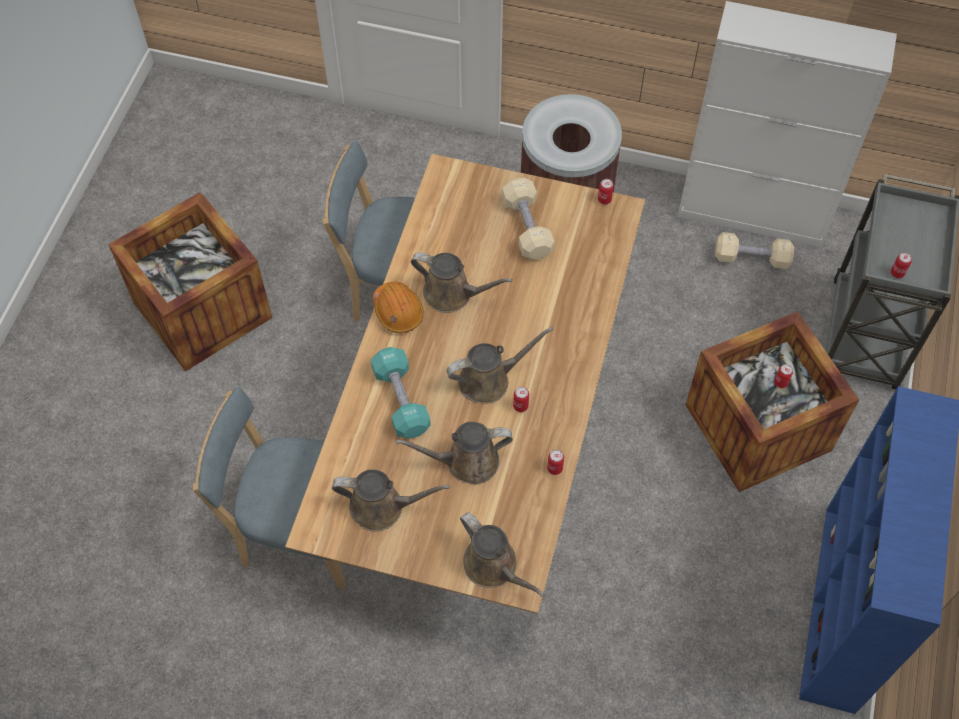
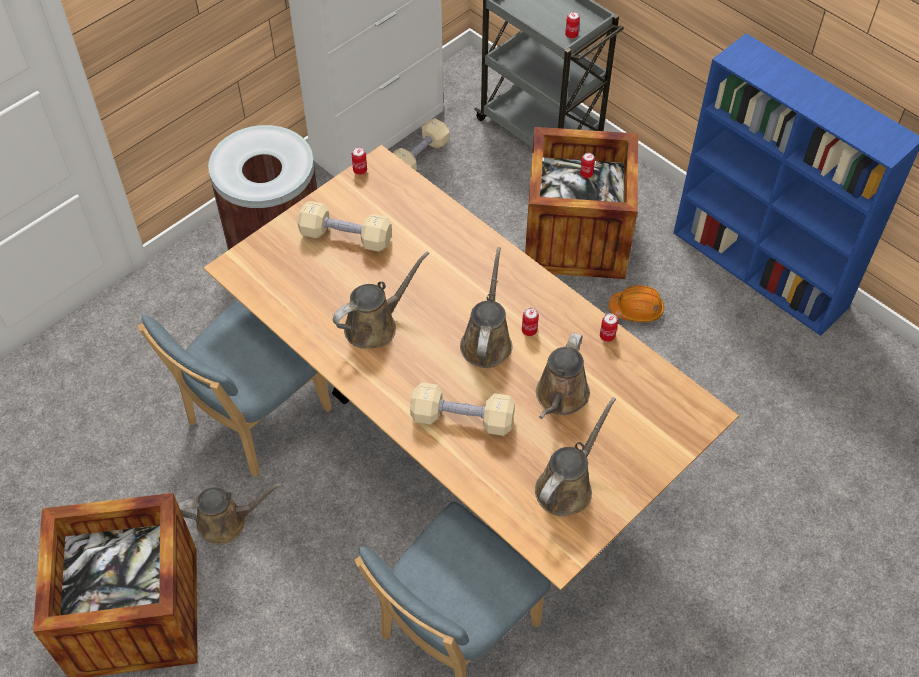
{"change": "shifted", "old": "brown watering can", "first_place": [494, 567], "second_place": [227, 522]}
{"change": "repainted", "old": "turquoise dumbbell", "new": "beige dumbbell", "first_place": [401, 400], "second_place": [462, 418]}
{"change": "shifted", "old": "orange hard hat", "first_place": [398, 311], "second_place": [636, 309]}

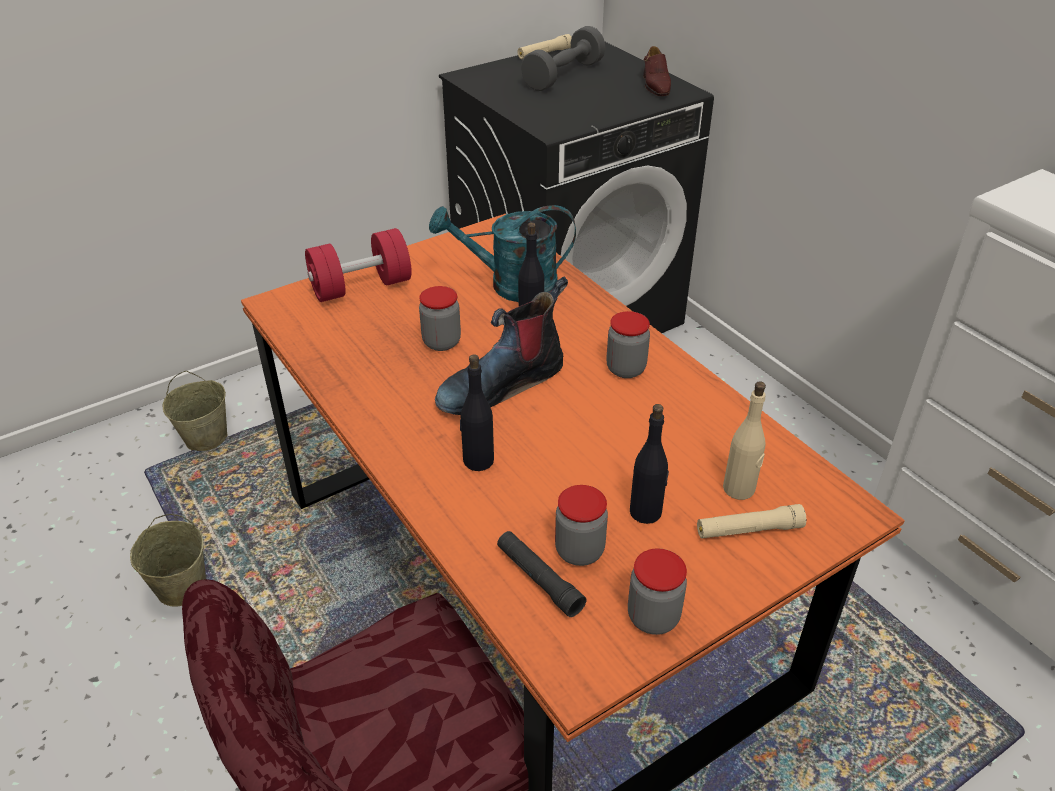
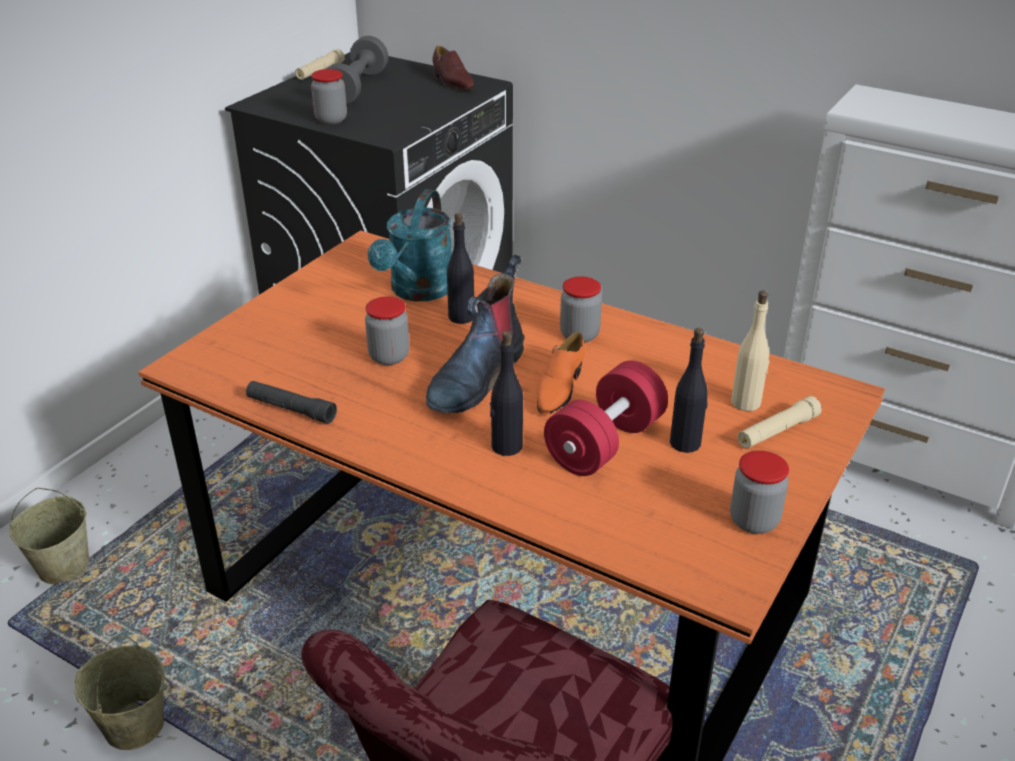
{"change": "shifted", "old": "black flashlight", "first_place": [539, 579], "second_place": [291, 409]}
{"change": "shifted", "old": "jar", "first_place": [579, 551], "second_place": [331, 120]}
{"change": "rotated", "old": "turquoise watering can", "first_place": [511, 285], "second_place": [418, 291], "degrees": -45}
{"change": "new", "new": "orange shoe", "second_place": [559, 388]}
{"change": "shifted", "old": "red dumbbell", "first_place": [361, 287], "second_place": [605, 443]}

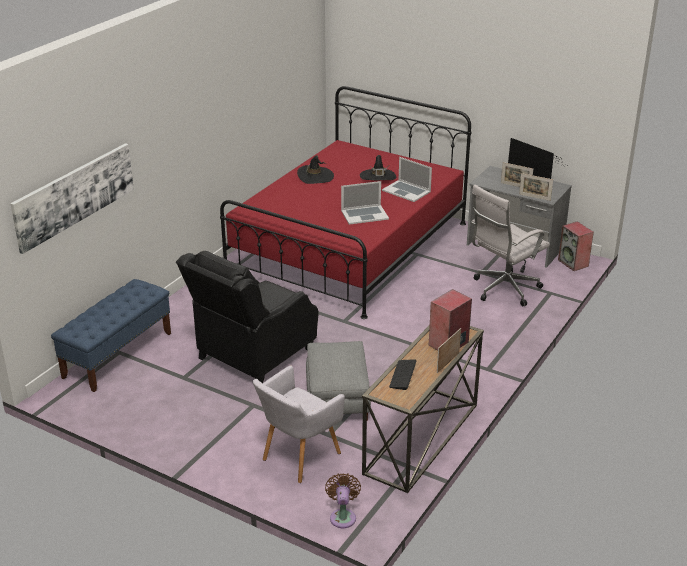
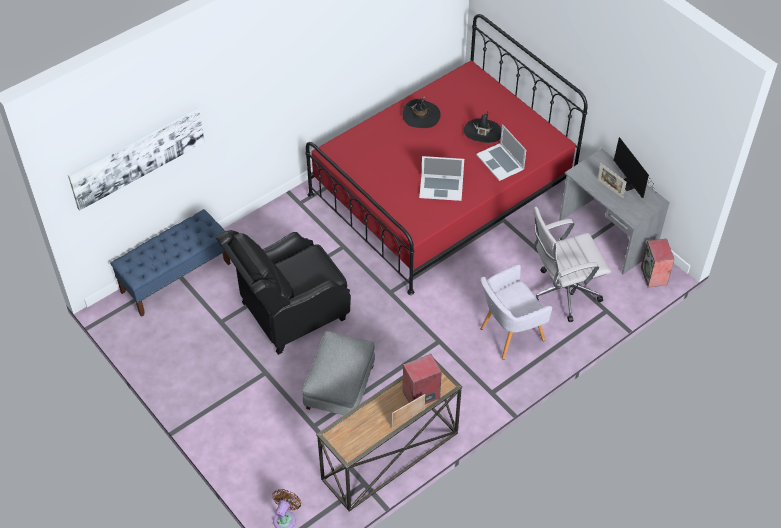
{"change": "shifted", "old": "grey armchair", "first_place": [298, 458], "second_place": [509, 335]}
{"change": "gone", "old": "keyboard", "first_place": [402, 375]}
{"change": "gone", "old": "picture frame", "first_place": [534, 197]}

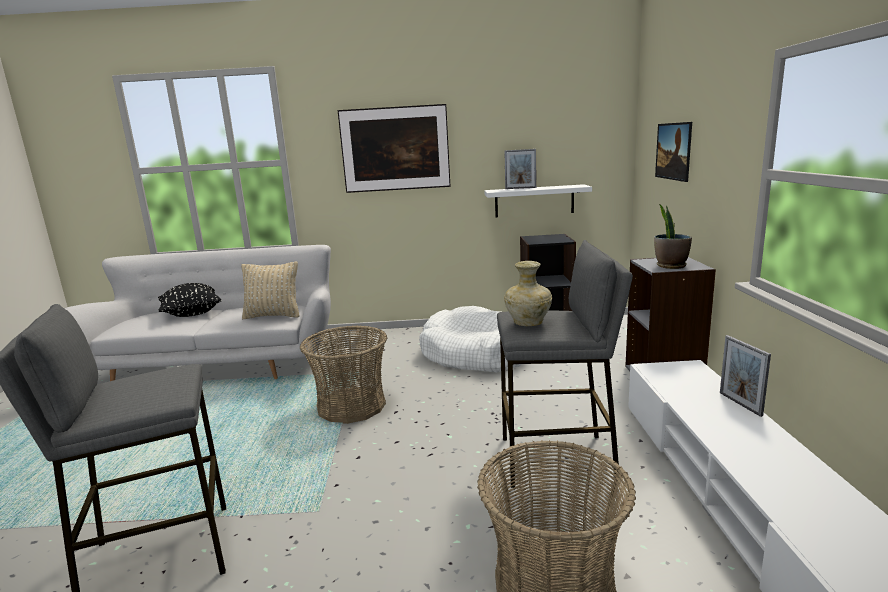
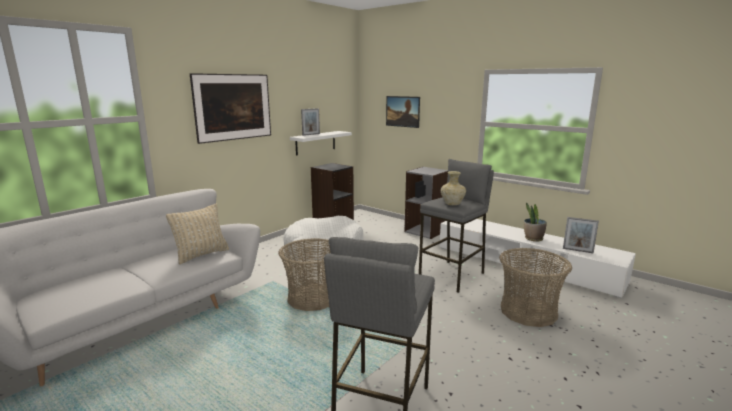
{"change": "shifted", "old": "potted plant", "first_place": [670, 266], "second_place": [533, 239]}
{"change": "shifted", "old": "picture frame", "first_place": [740, 404], "second_place": [577, 250]}
{"change": "gone", "old": "black pillow", "first_place": [192, 313]}

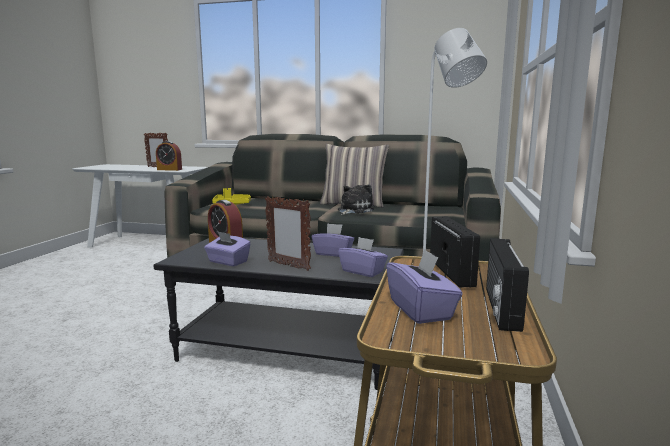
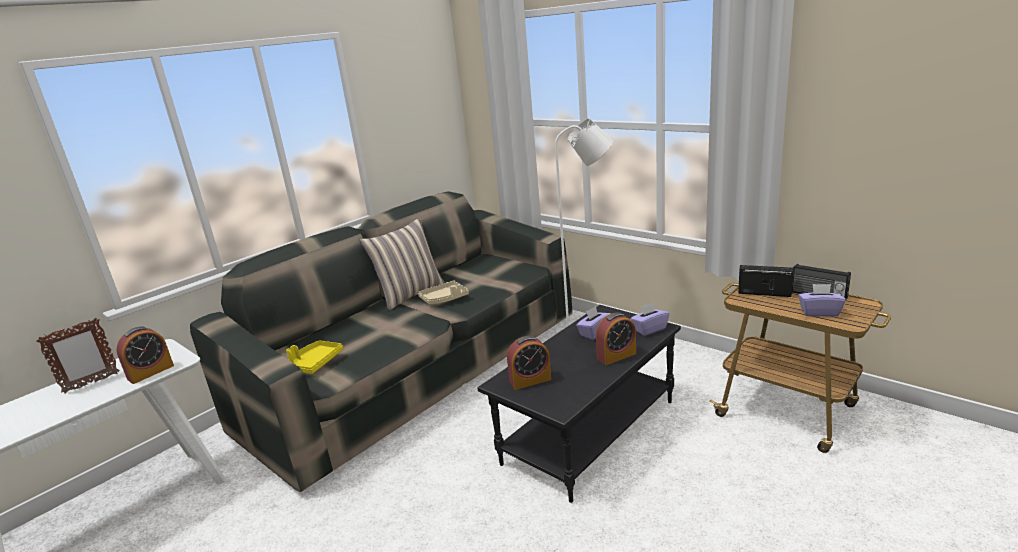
{"change": "swapped", "old": "plush toy", "new": "beige tray", "first_place": [353, 210], "second_place": [444, 299]}
{"change": "swapped", "old": "picture frame", "new": "alarm clock", "first_place": [288, 266], "second_place": [616, 356]}
{"change": "gone", "old": "purple tissue box", "first_place": [228, 262]}

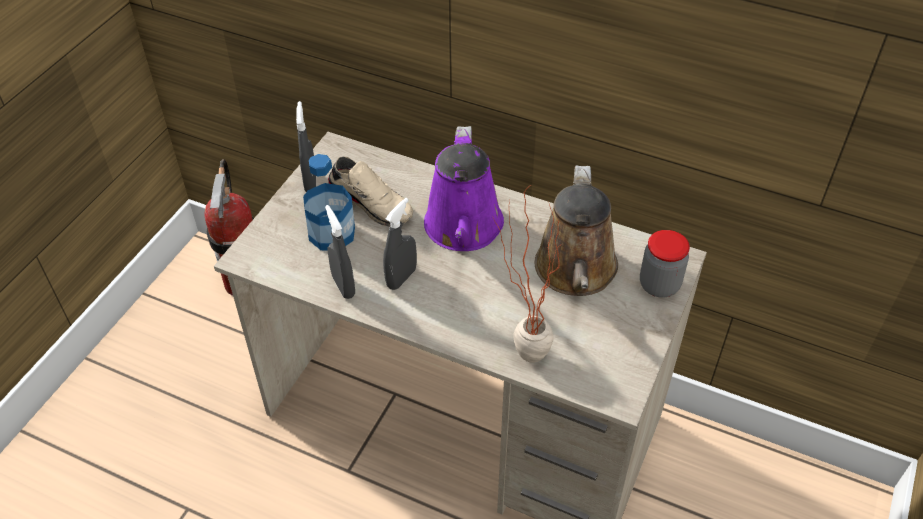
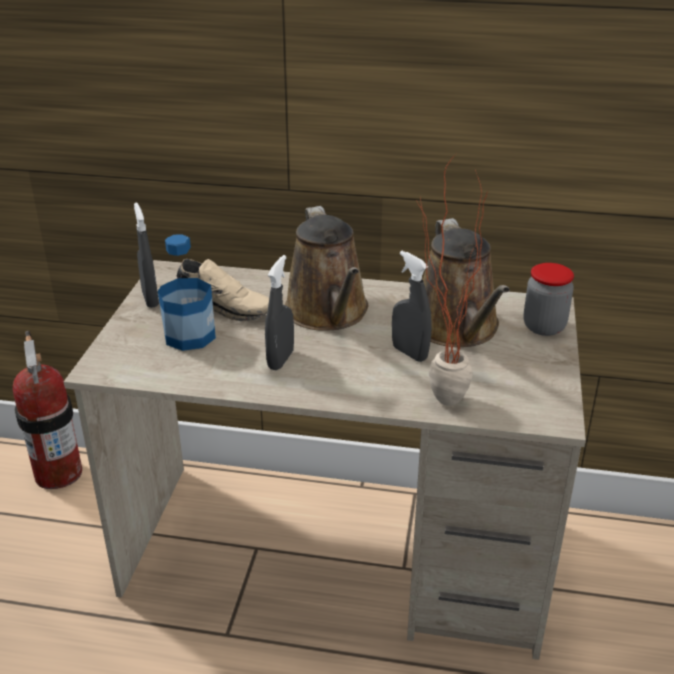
{"change": "repainted", "old": "purple watering can", "new": "brown watering can", "first_place": [463, 229], "second_place": [328, 313]}
{"change": "shifted", "old": "grey spray bottle", "first_place": [343, 286], "second_place": [409, 353]}

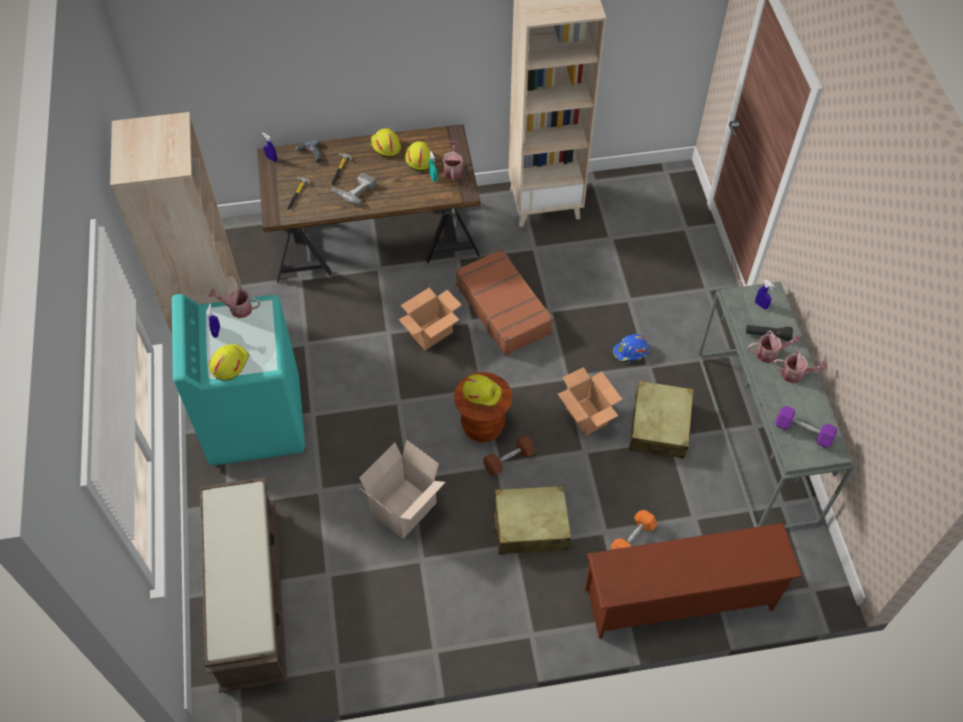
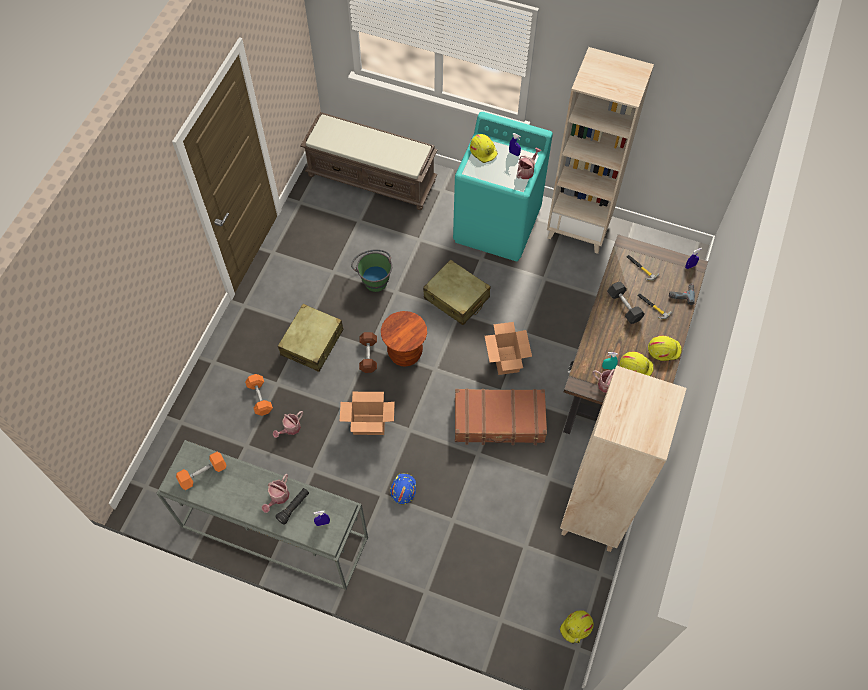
{"change": "repainted", "old": "purple dumbbell", "new": "orange dumbbell", "first_place": [803, 431], "second_place": [203, 473]}
{"change": "shifted", "old": "watering can", "first_place": [795, 374], "second_place": [290, 429]}
{"change": "swapped", "old": "cardboard box", "new": "green bucket", "first_place": [404, 510], "second_place": [373, 278]}
{"change": "shifted", "old": "beige suitcase", "first_place": [659, 426], "second_place": [456, 298]}
{"change": "shifted", "old": "yellow hard hat", "first_place": [482, 392], "second_place": [576, 627]}
{"change": "swapped", "old": "power drill", "new": "grey dumbbell", "first_place": [354, 190], "second_place": [624, 306]}
{"change": "gone", "old": "brown shoe rack", "first_place": [679, 601]}

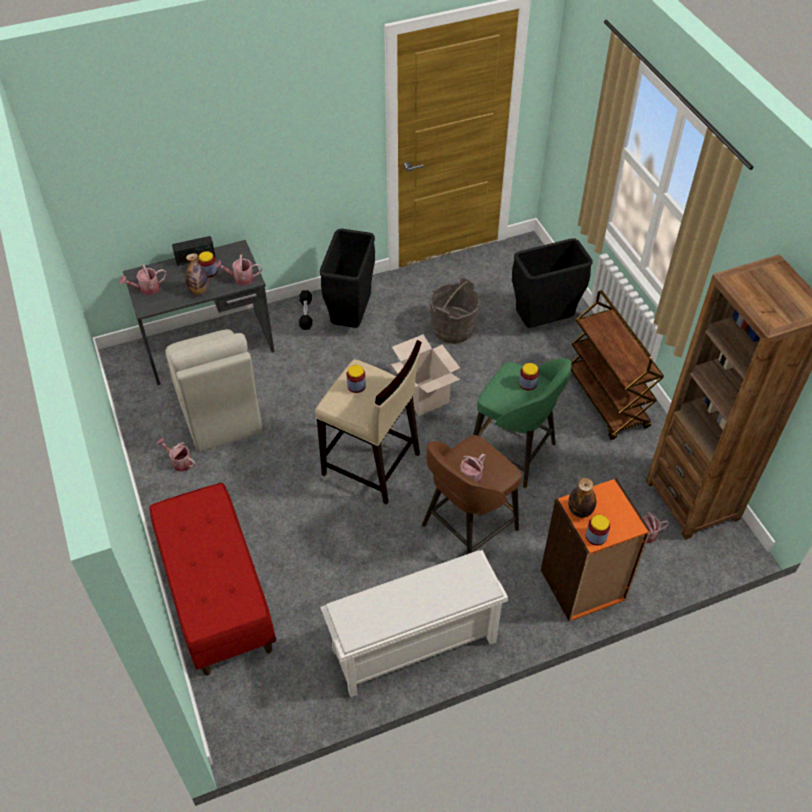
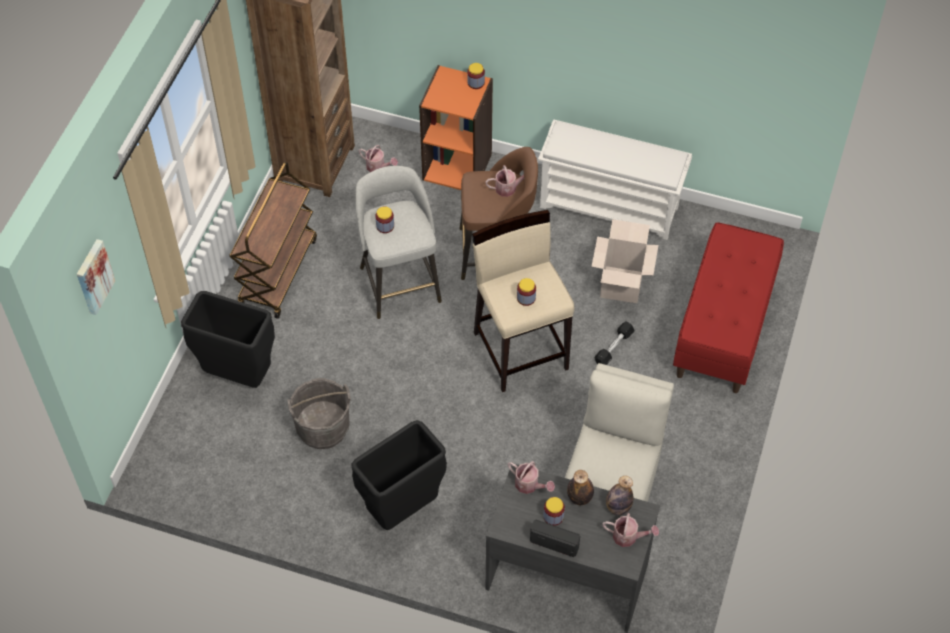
{"change": "new", "new": "picture", "second_place": [93, 276]}
{"change": "repainted", "old": "green stool", "new": "grey stool", "first_place": [514, 453], "second_place": [399, 282]}
{"change": "shifted", "old": "cardboard box", "first_place": [424, 396], "second_place": [621, 284]}
{"change": "shifted", "old": "black dumbbell", "first_place": [306, 314], "second_place": [614, 347]}
{"change": "shifted", "old": "bottle", "first_place": [580, 511], "second_place": [618, 507]}
{"change": "gone", "old": "watering can", "first_place": [179, 462]}

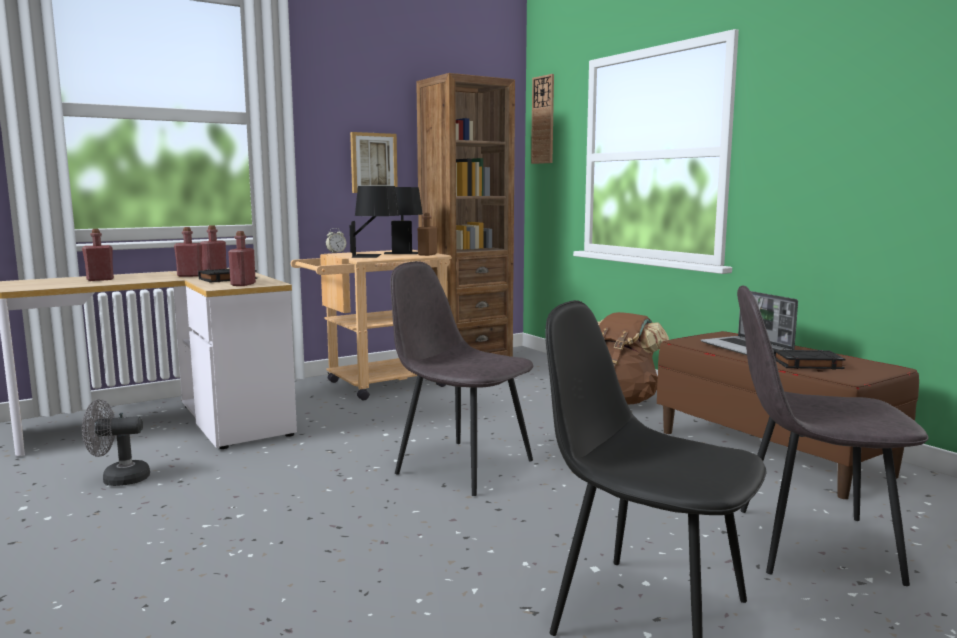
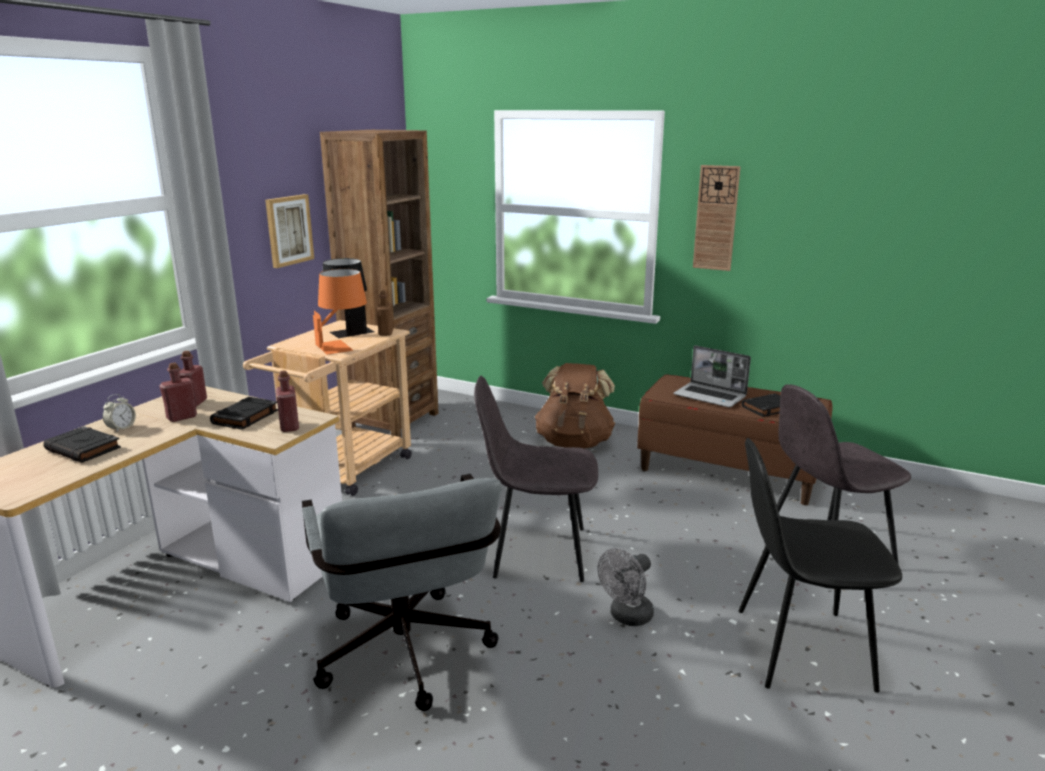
{"change": "swapped", "old": "red bottle", "new": "black book", "first_place": [100, 279], "second_place": [84, 449]}
{"change": "shifted", "old": "alarm clock", "first_place": [336, 252], "second_place": [121, 428]}
{"change": "new", "new": "grey office chair", "second_place": [406, 660]}
{"change": "repainted", "old": "black table lamp", "new": "orange table lamp", "first_place": [375, 255], "second_place": [342, 345]}
{"change": "shifted", "old": "grey fan", "first_place": [118, 479], "second_place": [627, 617]}
{"change": "shifted", "old": "wall clock", "first_place": [543, 120], "second_place": [716, 218]}

